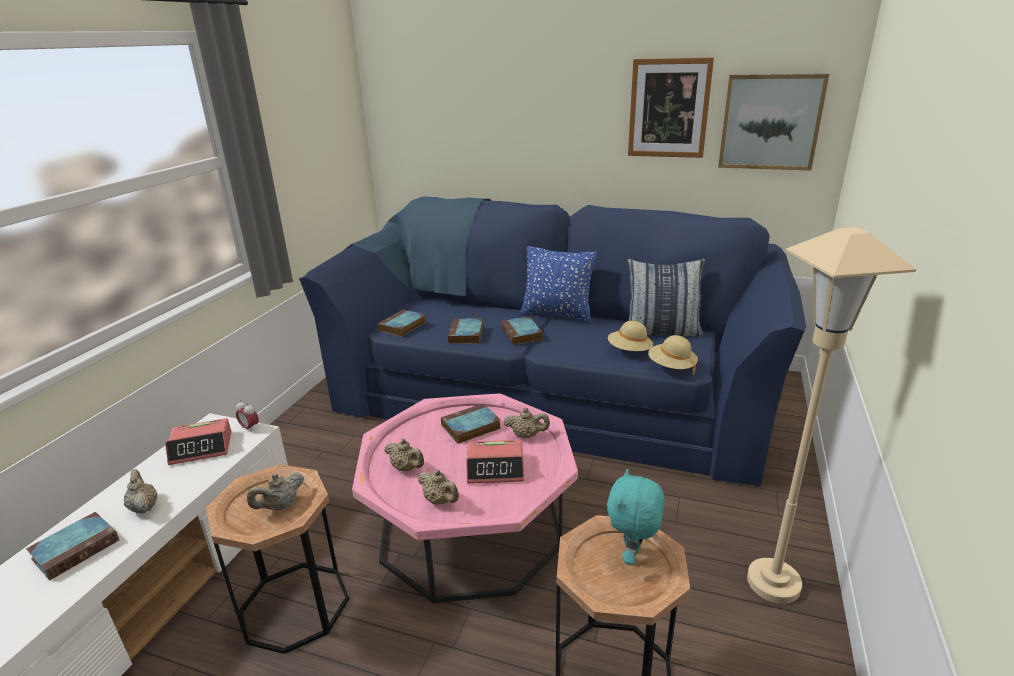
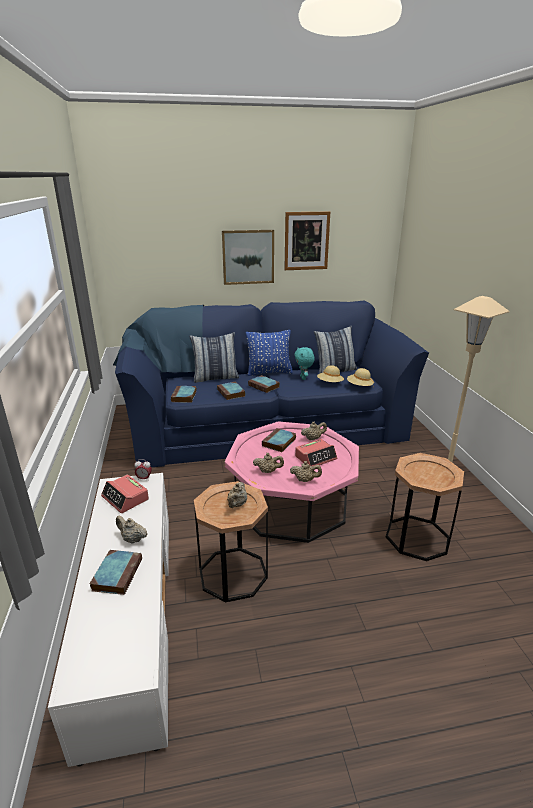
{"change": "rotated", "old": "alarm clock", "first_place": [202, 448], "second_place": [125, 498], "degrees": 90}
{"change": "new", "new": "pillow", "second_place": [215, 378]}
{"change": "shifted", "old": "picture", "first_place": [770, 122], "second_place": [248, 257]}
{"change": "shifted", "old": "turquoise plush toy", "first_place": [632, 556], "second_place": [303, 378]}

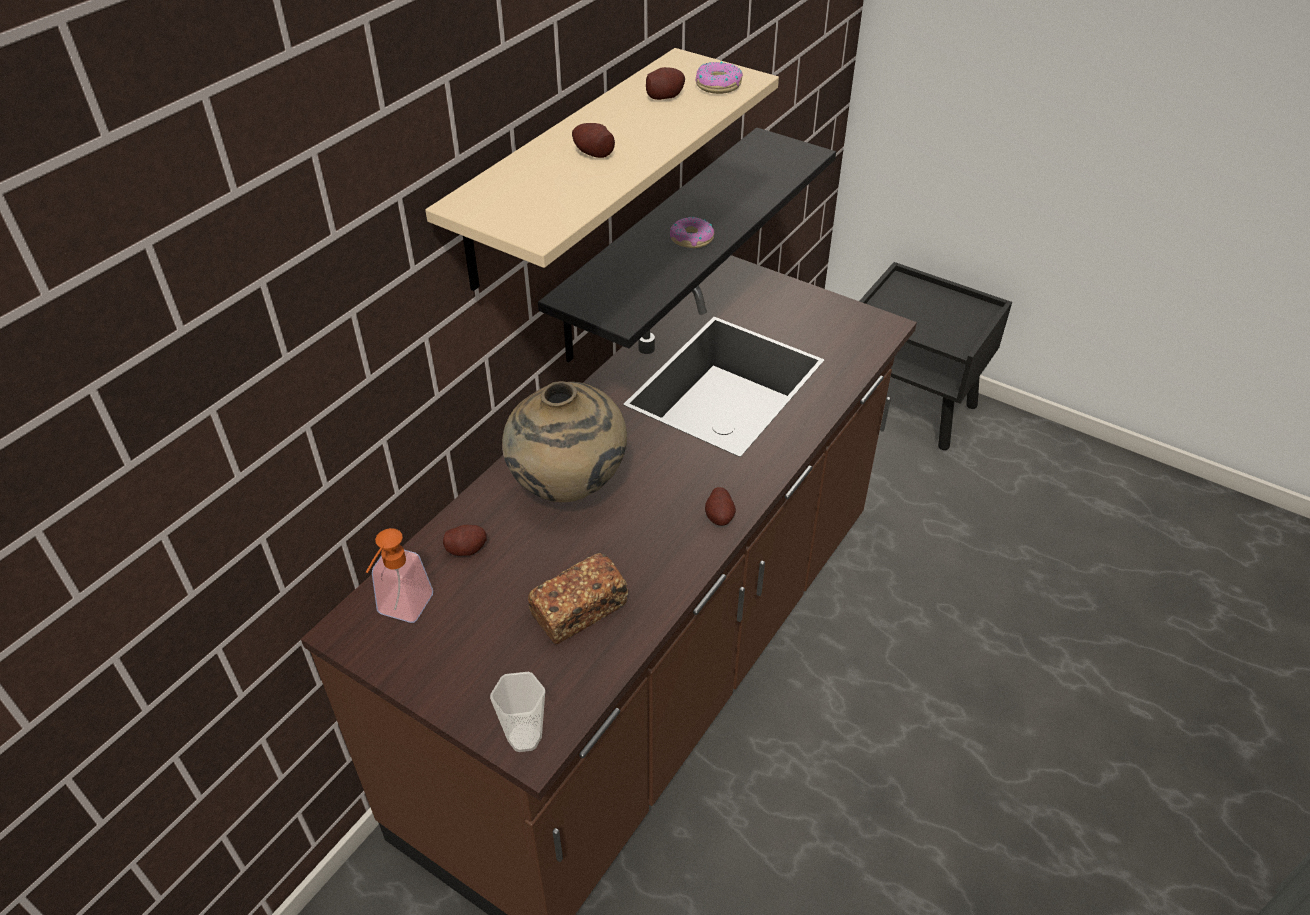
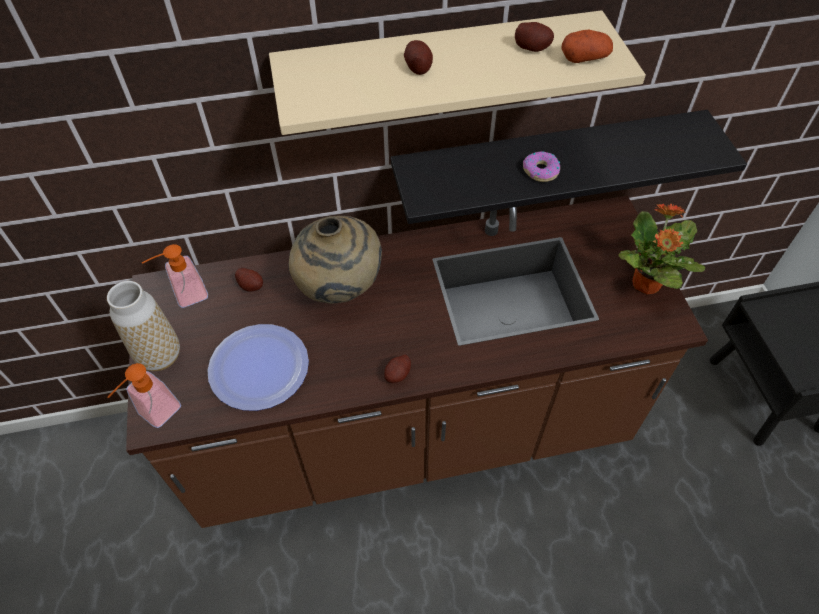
{"change": "new", "new": "vase", "second_place": [160, 356]}
{"change": "swapped", "old": "cup", "new": "soap dispenser", "first_place": [524, 737], "second_place": [154, 415]}
{"change": "swapped", "old": "bread", "new": "plate", "first_place": [579, 611], "second_place": [258, 368]}
{"change": "swapped", "old": "donut", "new": "potato", "first_place": [718, 85], "second_place": [584, 58]}
{"change": "new", "new": "potted plant", "second_place": [645, 284]}

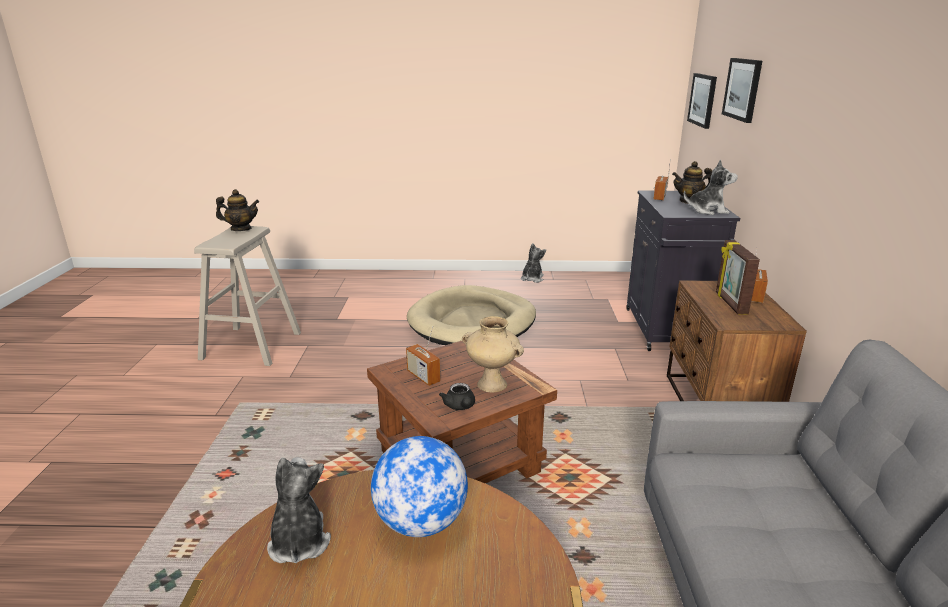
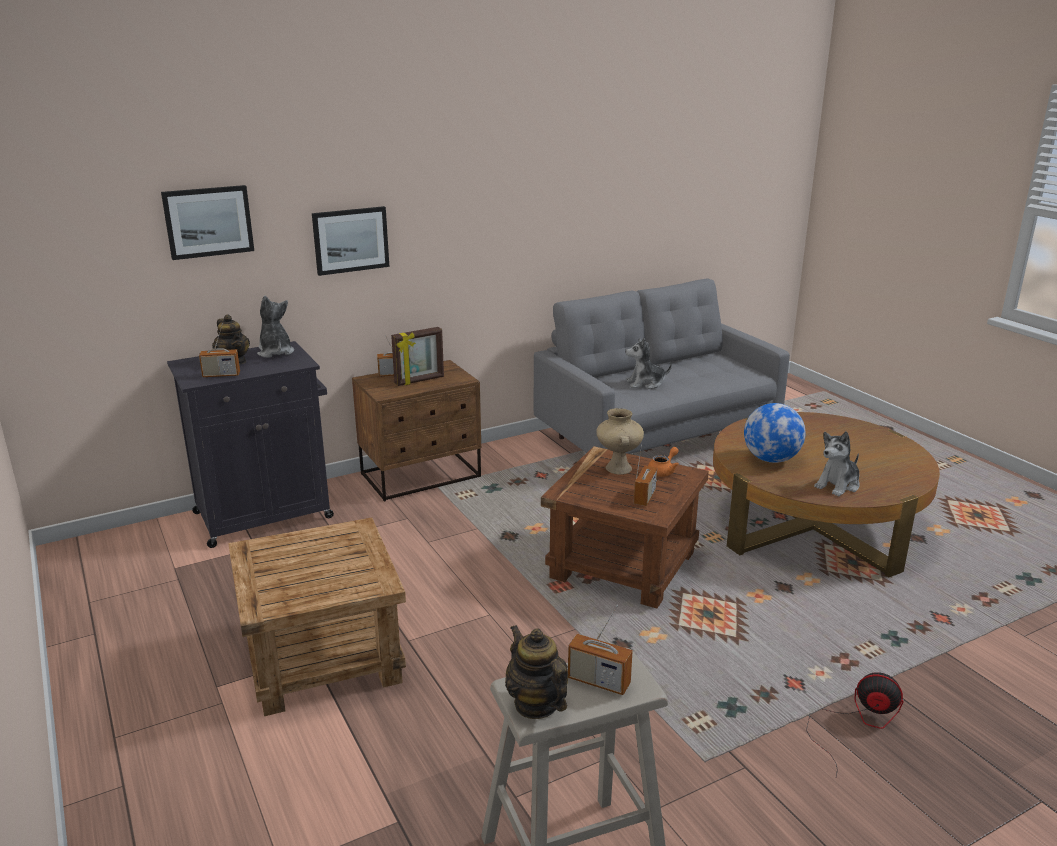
{"change": "swapped", "old": "beige dog bed", "new": "brown side table", "first_place": [472, 322], "second_place": [321, 657]}
{"change": "shifted", "old": "picture", "first_place": [703, 100], "second_place": [350, 240]}
{"change": "new", "new": "radio", "second_place": [598, 681]}
{"change": "shifted", "old": "plush toy", "first_place": [532, 279], "second_place": [645, 383]}
{"change": "repainted", "old": "black teapot", "new": "orange teapot", "first_place": [460, 406], "second_place": [663, 471]}
{"change": "new", "new": "fan", "second_place": [856, 723]}

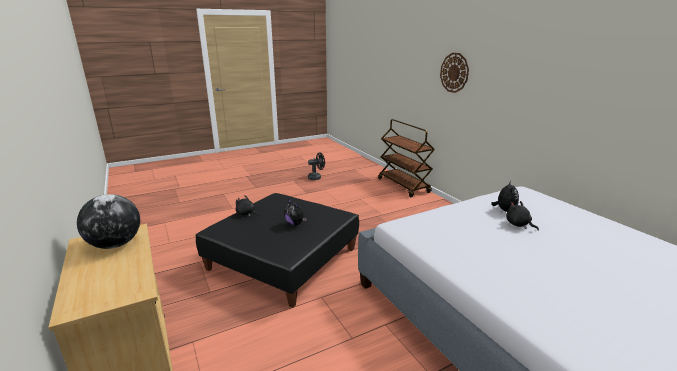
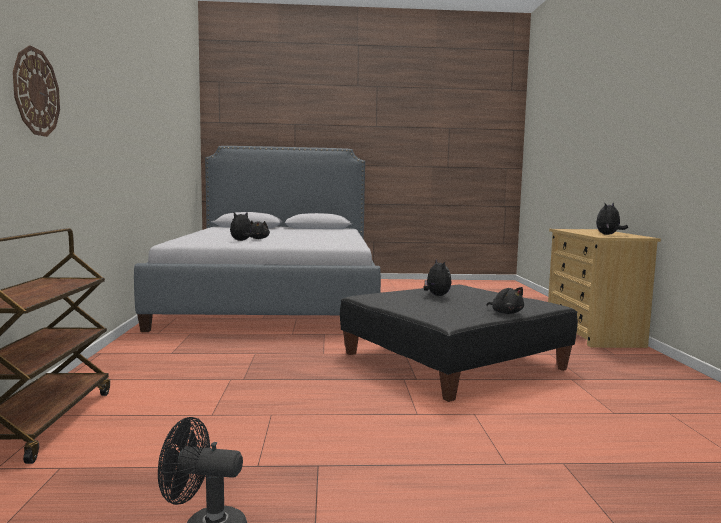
{"change": "swapped", "old": "globe", "new": "plush toy", "first_place": [115, 244], "second_place": [608, 235]}

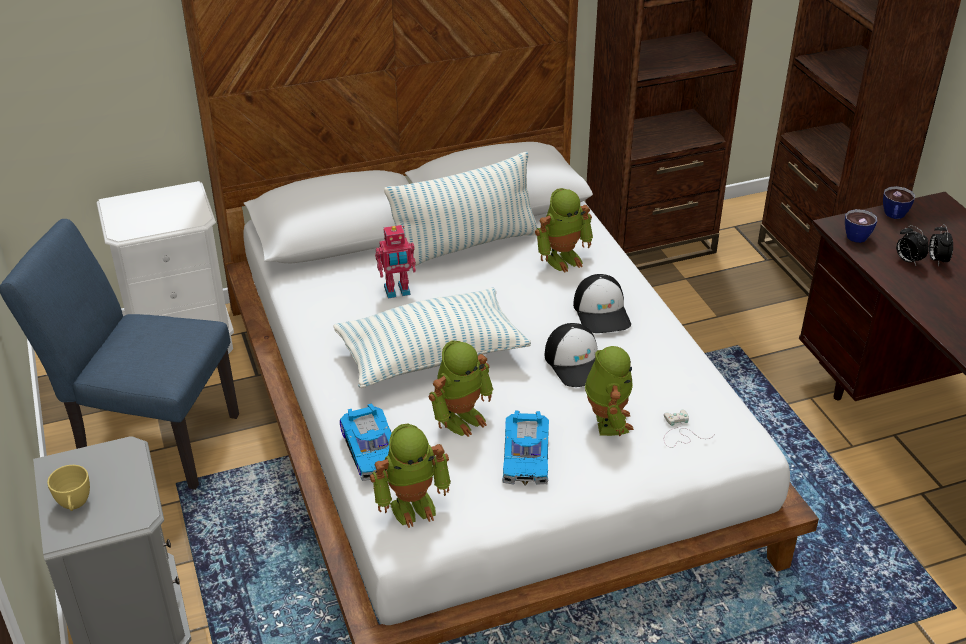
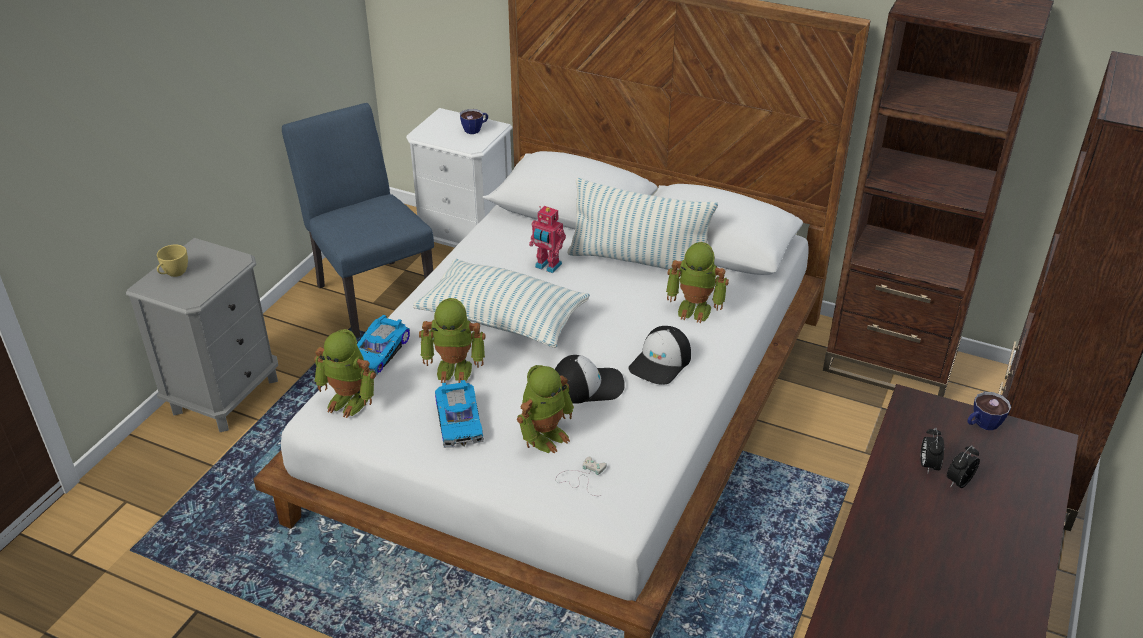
{"change": "rotated", "old": "toy car", "first_place": [527, 455], "second_place": [460, 420], "degrees": -60}
{"change": "shifted", "old": "cup", "first_place": [856, 234], "second_place": [475, 129]}
{"change": "rotated", "old": "cap", "first_place": [577, 363], "second_place": [587, 385], "degrees": -120}

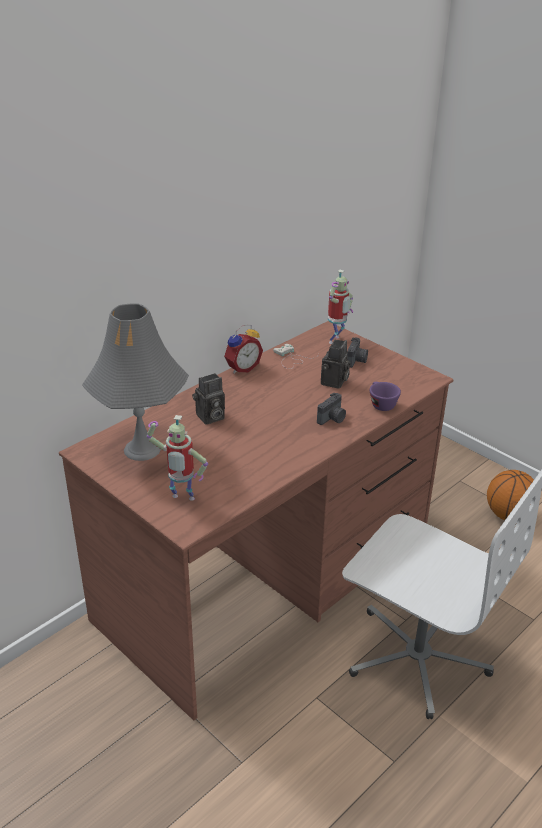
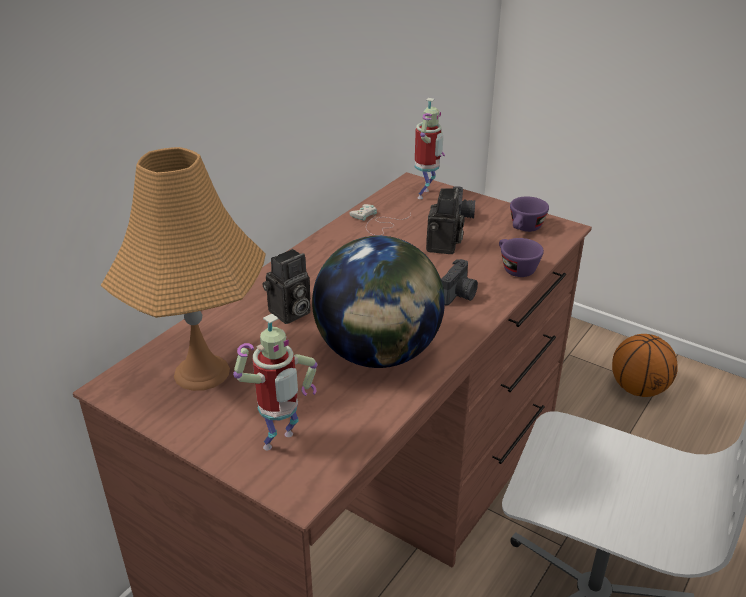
{"change": "repainted", "old": "grey table lamp", "new": "orange table lamp", "first_place": [142, 449], "second_place": [201, 372]}
{"change": "rotated", "old": "toy robot", "first_place": [181, 499], "second_place": [281, 444], "degrees": -45}
{"change": "new", "new": "globe", "second_place": [378, 354]}
{"change": "new", "new": "purple cup", "second_place": [525, 229]}
{"change": "gone", "old": "alarm clock", "first_place": [242, 368]}

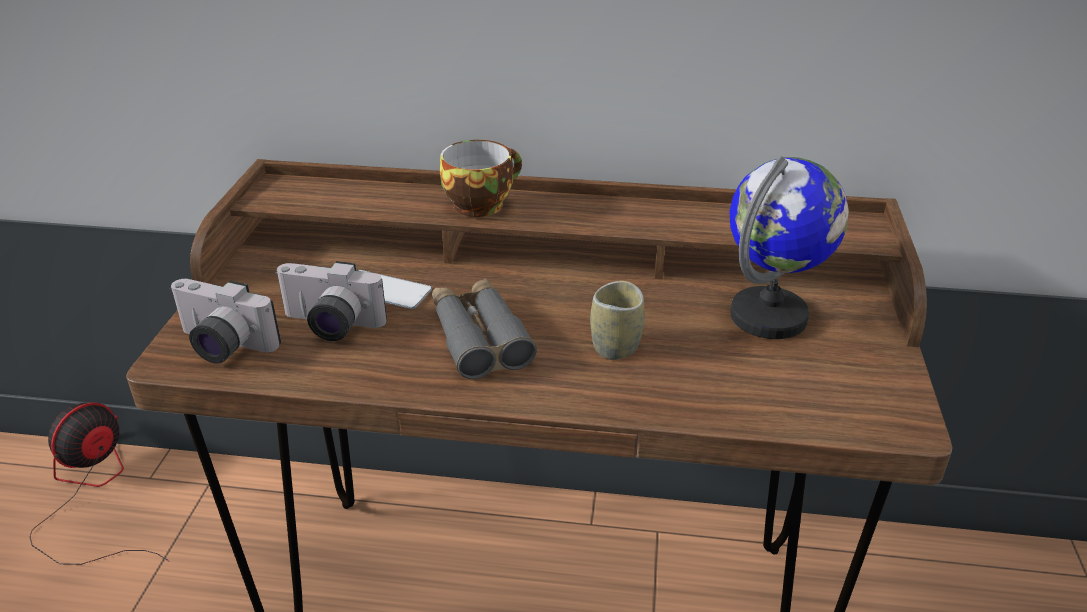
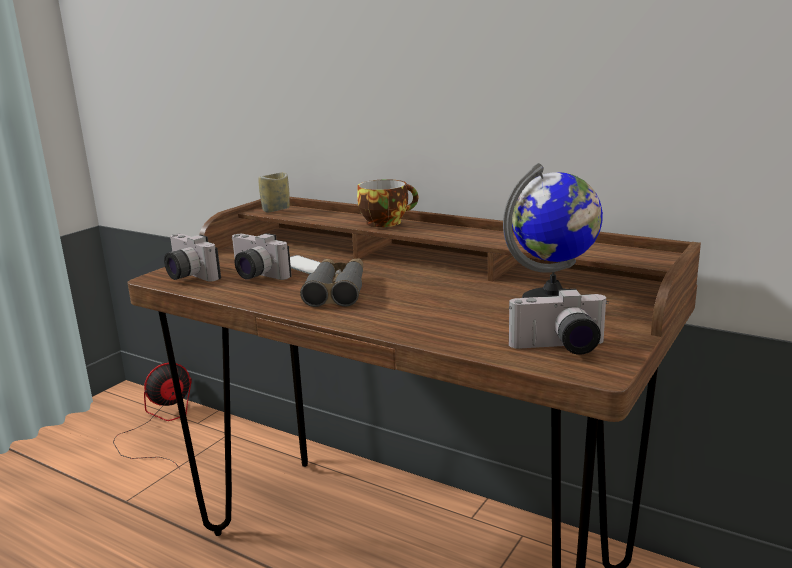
{"change": "shifted", "old": "cup", "first_place": [615, 346], "second_place": [276, 210]}
{"change": "new", "new": "photo camera", "second_place": [560, 348]}

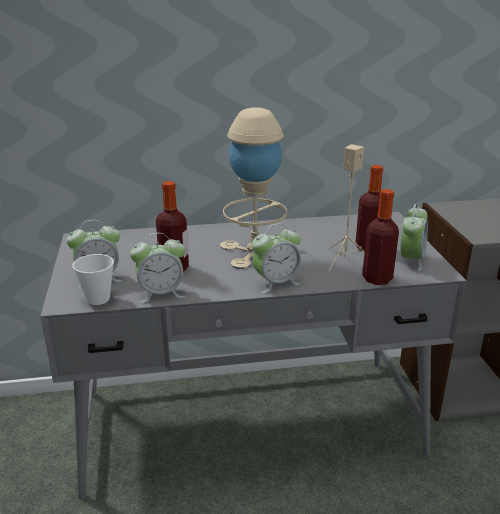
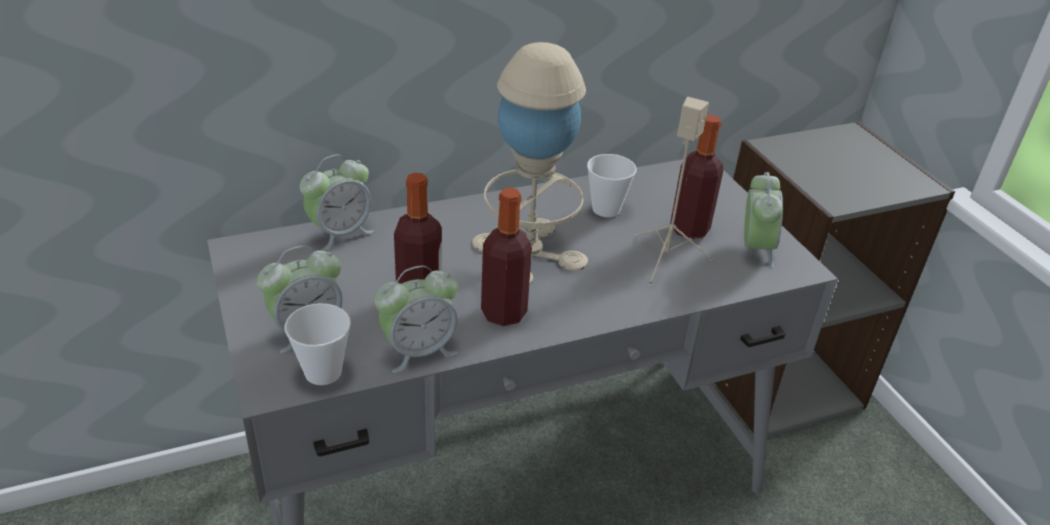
{"change": "shifted", "old": "alarm clock", "first_place": [276, 283], "second_place": [340, 233]}
{"change": "shifted", "old": "bottle", "first_place": [377, 279], "second_place": [503, 313]}
{"change": "new", "new": "cup", "second_place": [606, 209]}

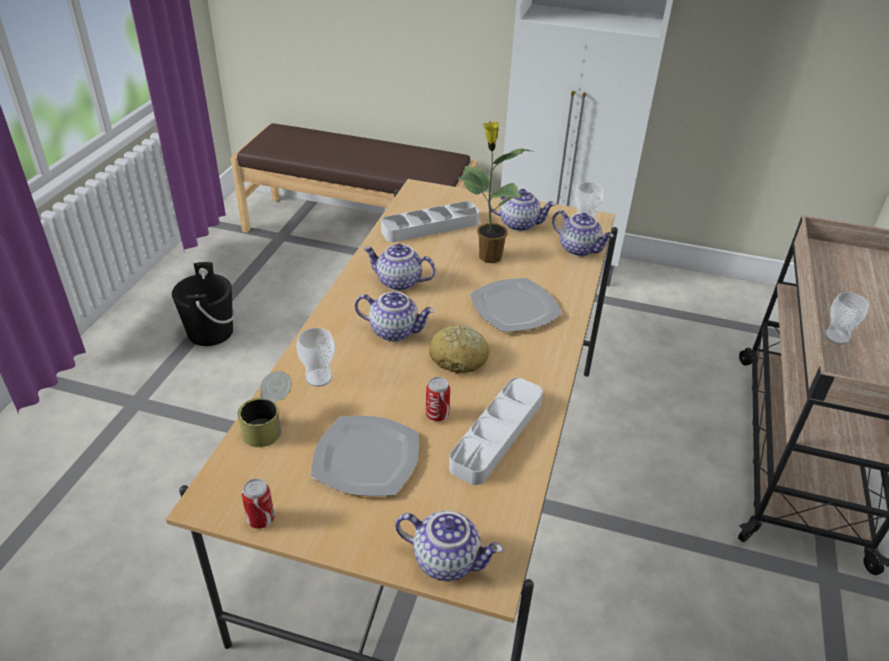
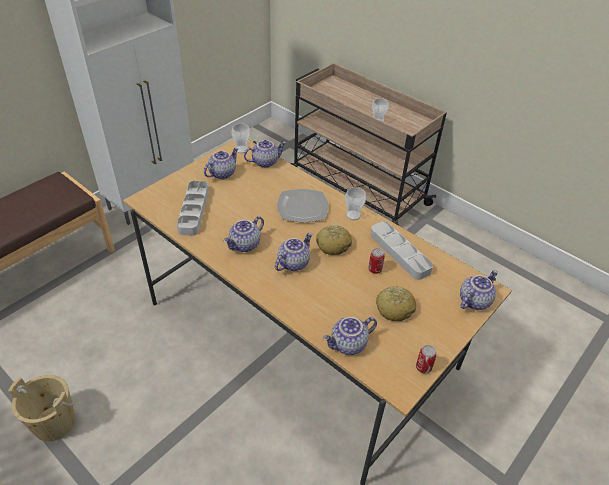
{"change": "repainted", "old": "black bucket", "new": "beige bucket", "first_place": [210, 332], "second_place": [54, 422]}
{"change": "swapped", "old": "can", "new": "teapot", "first_place": [269, 425], "second_place": [348, 345]}
{"change": "shifted", "old": "cup", "first_place": [318, 378], "second_place": [353, 215]}
{"change": "swapped", "old": "plate", "new": "bread", "first_place": [367, 457], "second_place": [395, 308]}
{"change": "gone", "old": "potted plant", "first_place": [488, 256]}

